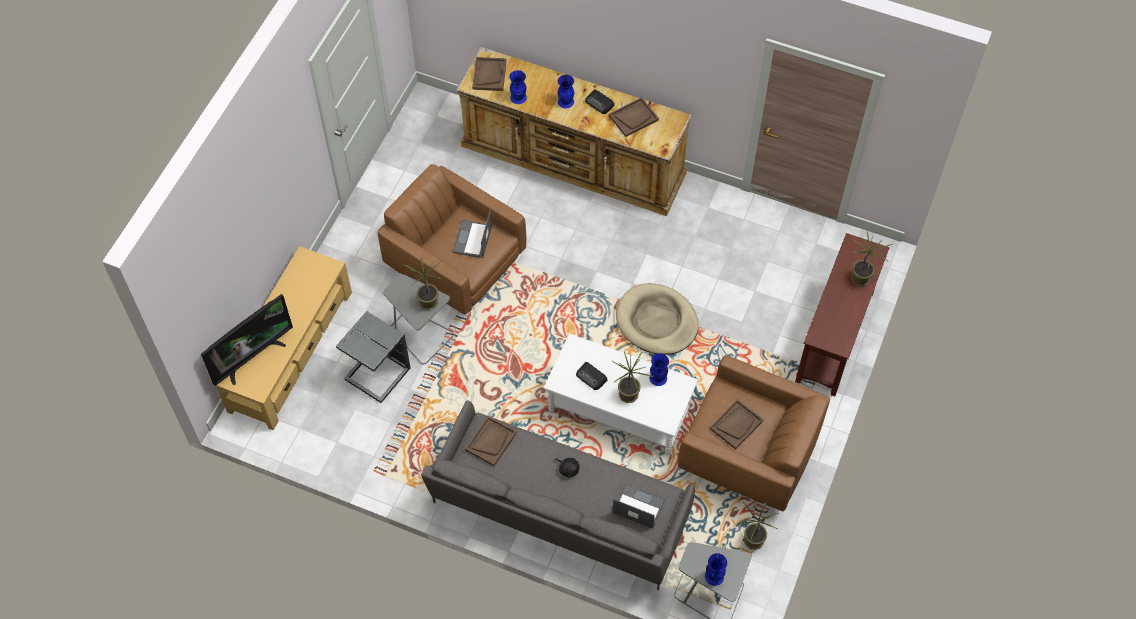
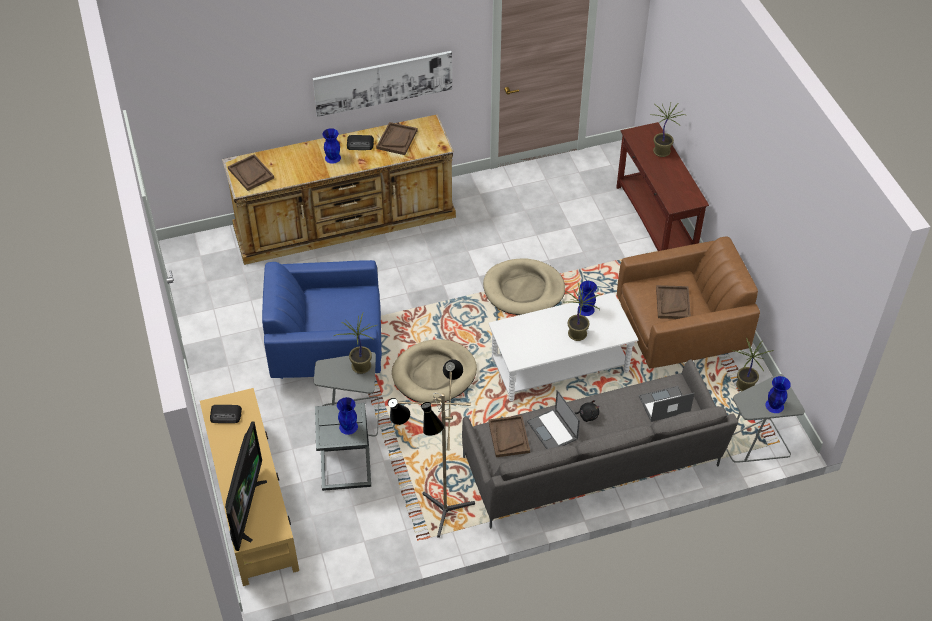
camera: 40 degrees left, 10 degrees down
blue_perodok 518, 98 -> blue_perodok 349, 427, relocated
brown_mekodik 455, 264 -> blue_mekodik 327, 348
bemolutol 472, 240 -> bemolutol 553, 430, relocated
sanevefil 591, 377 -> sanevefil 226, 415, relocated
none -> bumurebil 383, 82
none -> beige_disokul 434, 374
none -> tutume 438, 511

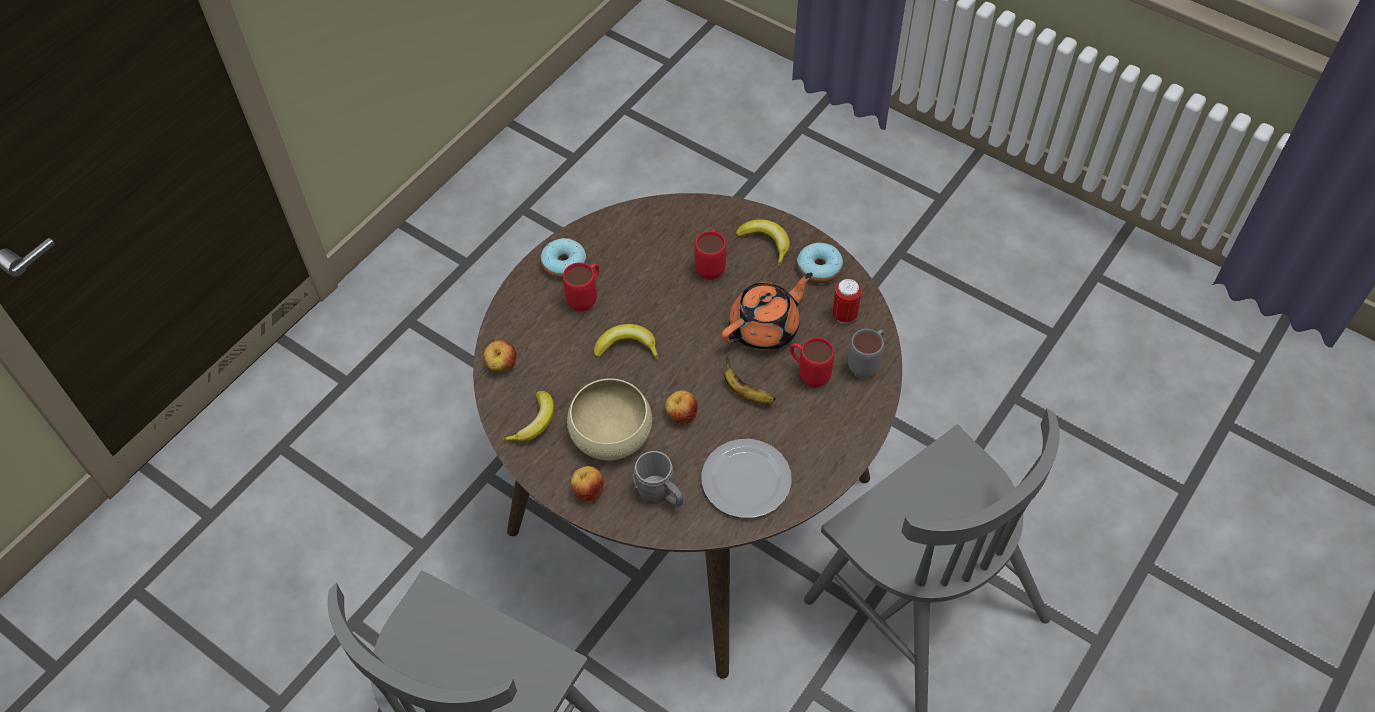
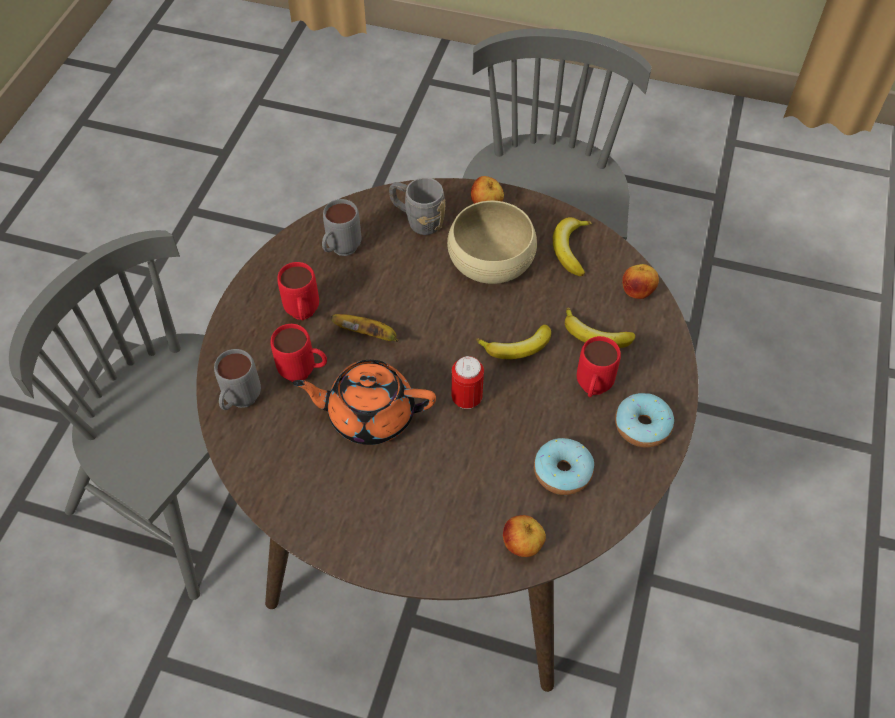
camera: 160 degrees right, 0 degrees up
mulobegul 766, 243 -> mulobegul 595, 336, relocated
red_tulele 711, 266 -> red_tulele 303, 316, relocated
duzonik 819, 268 -> duzonik 562, 472, relocated
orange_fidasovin 765, 327 -> orange_fidasovin 369, 414, 60 degrees clockwise
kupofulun 844, 315 -> kupofulun 467, 398, relocated
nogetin 681, 416 -> nogetin 522, 545, relocated
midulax 745, 482 -> grey_tulele 340, 251

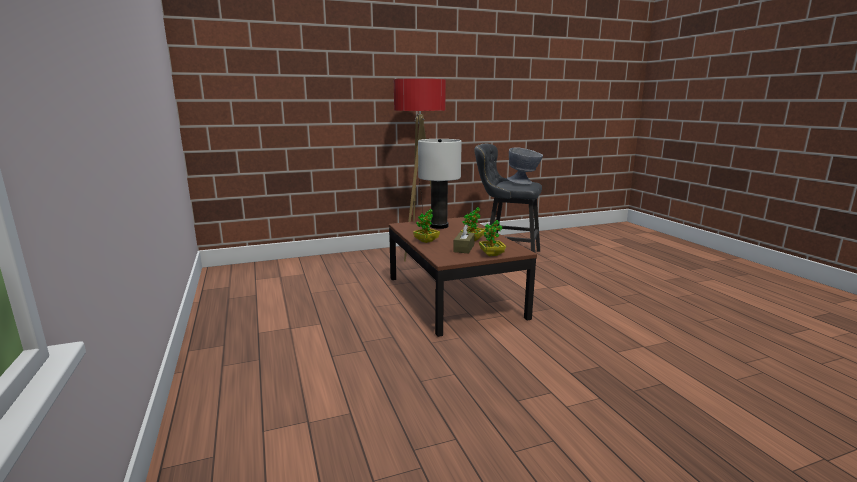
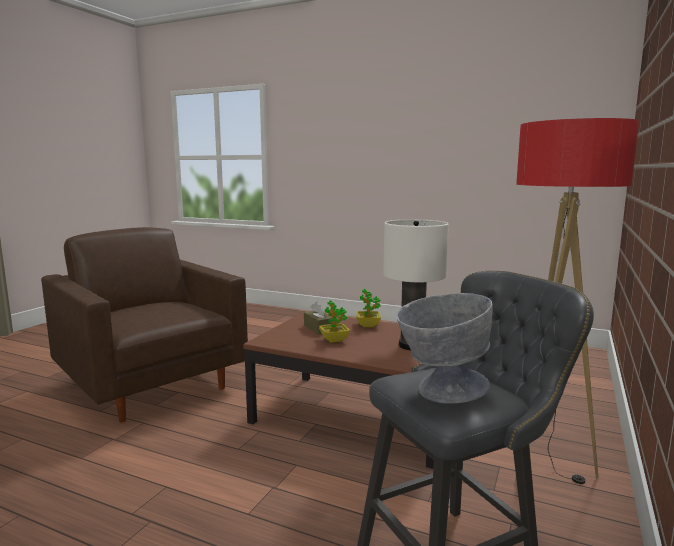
camera: 135 degrees right, 5 degrees down
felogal 491, 254 -> none
none -> brown_mekodik 152, 385

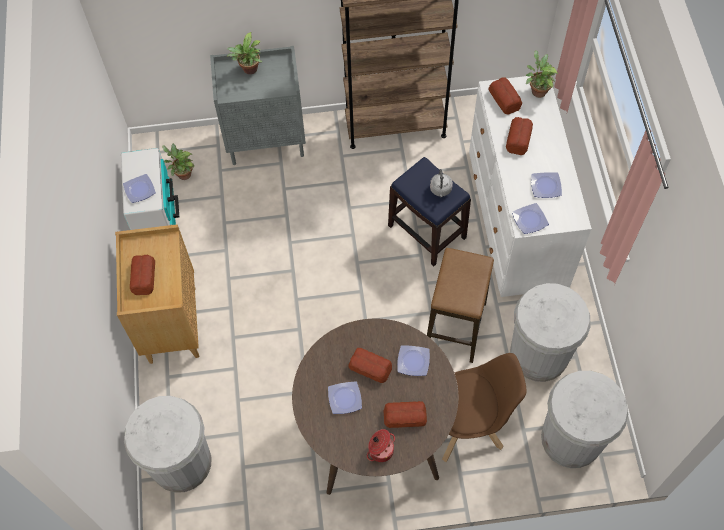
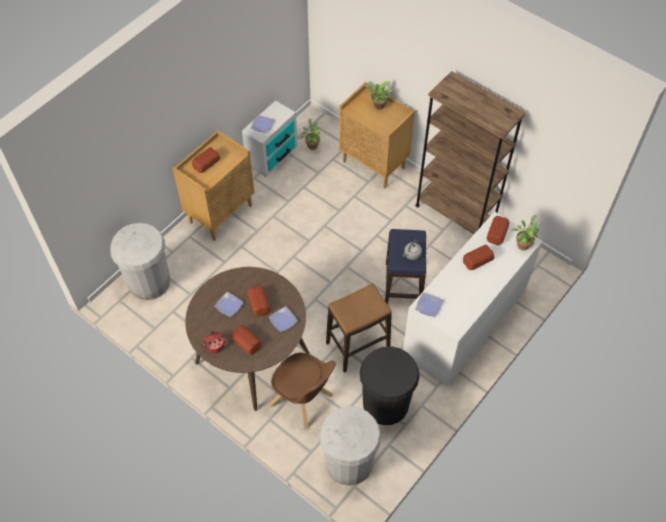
camera: 45 degrees right, 5 degrees down
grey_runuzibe 267, 142 -> brown_runuzibe 374, 165
midulax 546, 186 -> none
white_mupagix 539, 354 -> black_mupagix 385, 403

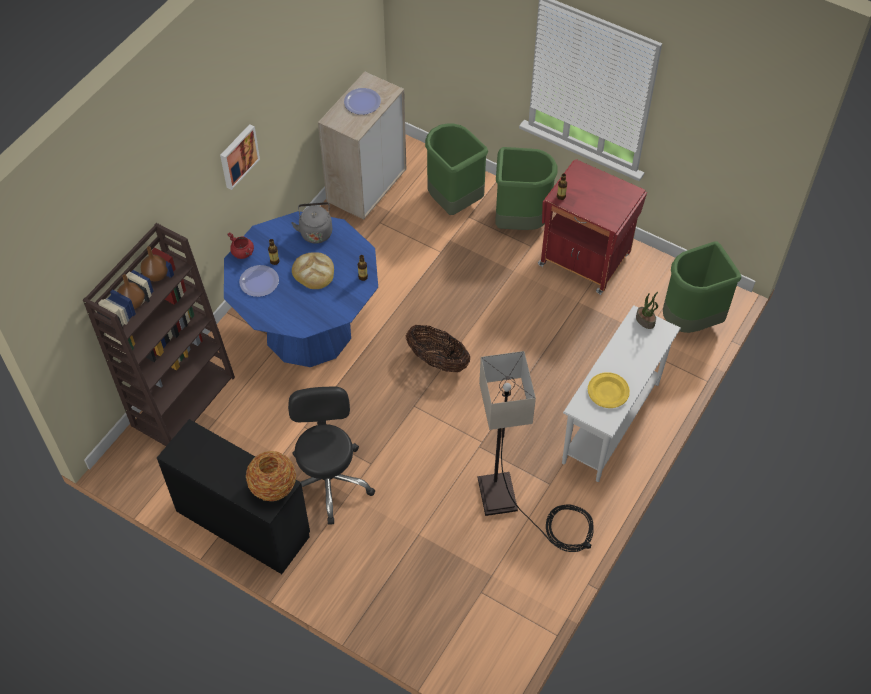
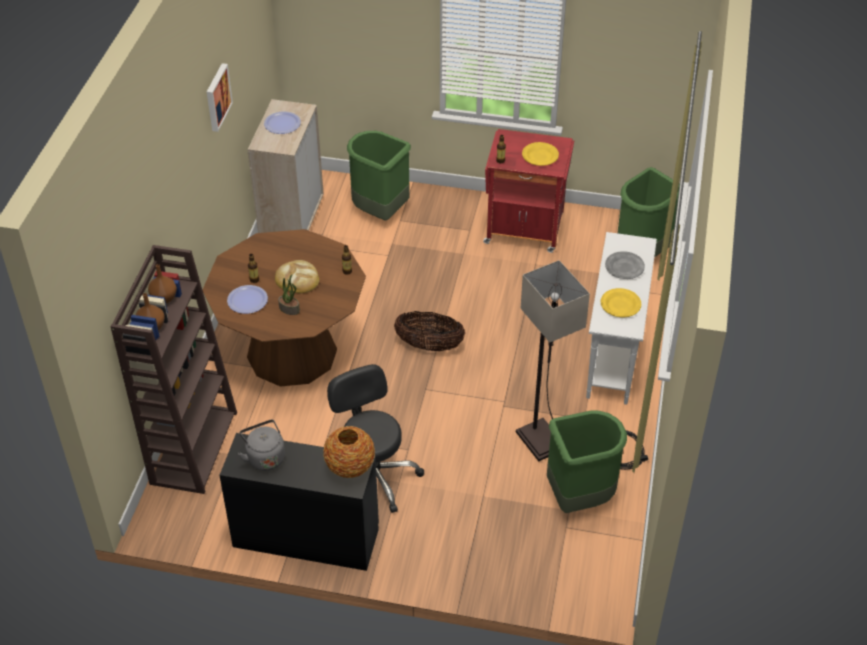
camera: 20 degrees left, 10 degrees down
bumurebil 238, 156 -> bumurebil 217, 97, relocated
green_mupagix 519, 221 -> green_mupagix 579, 497, relocated
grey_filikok 315, 231 -> grey_filikok 264, 457, relocated
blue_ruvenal 308, 330 -> brown_ruvenal 292, 353
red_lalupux 243, 252 -> none
felogal 645, 321 -> felogal 289, 309, relocated
none -> yellow_midulax 540, 156
none -> grey_midulax 624, 267

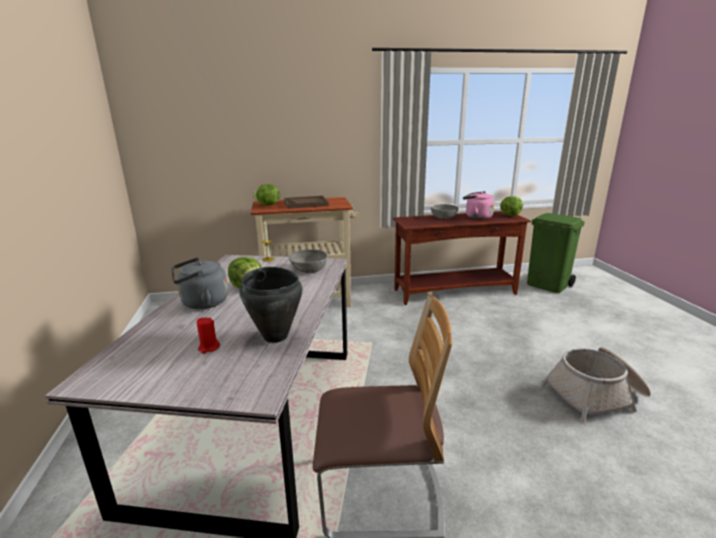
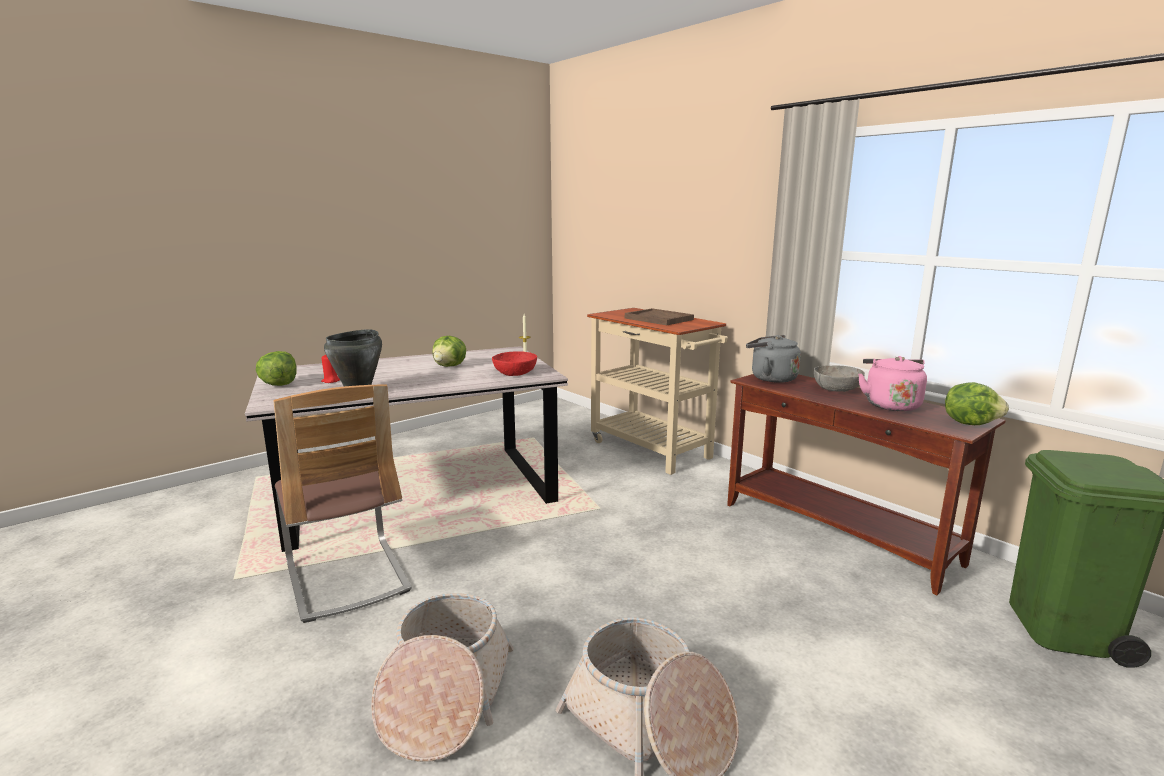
camera: 60 degrees right, 5 degrees down
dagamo 267, 205 -> dagamo 279, 384, relocated
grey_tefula 309, 270 -> red_tefula 514, 373
grey_filikok 202, 303 -> grey_filikok 770, 378, relocated
none -> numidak 445, 696

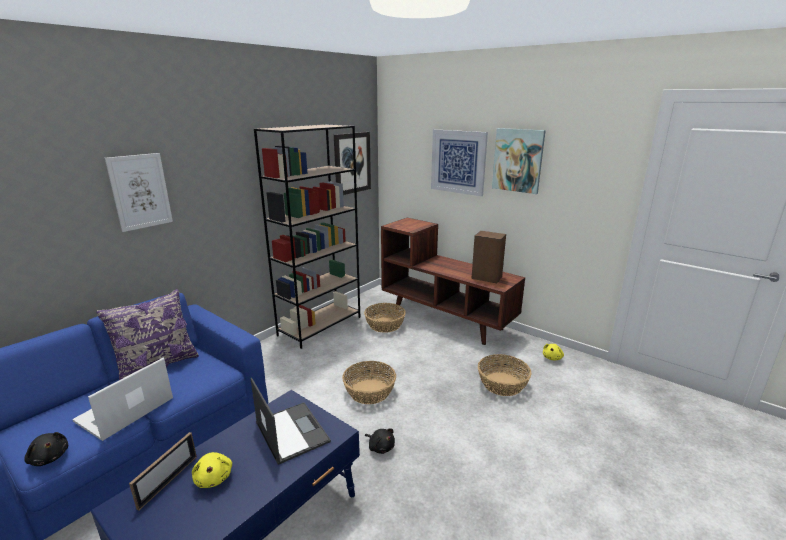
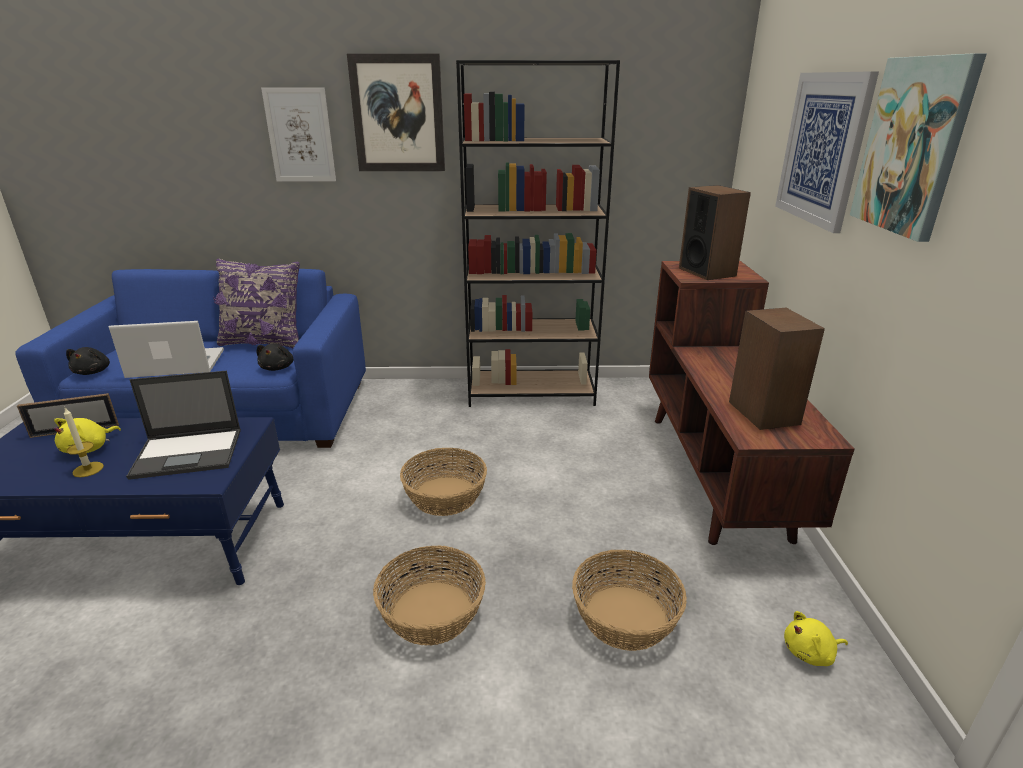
camera: 50 degrees right, 5 degrees up
bumurebil 352, 163 -> bumurebil 398, 114, relocated
numidak 385, 325 -> numidak 432, 612, relocated
bemolutol 291, 431 -> bemolutol 189, 453, 60 degrees clockwise
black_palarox 380, 447 -> black_palarox 278, 368, relocated
none -> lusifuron 707, 272
none -> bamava 88, 469

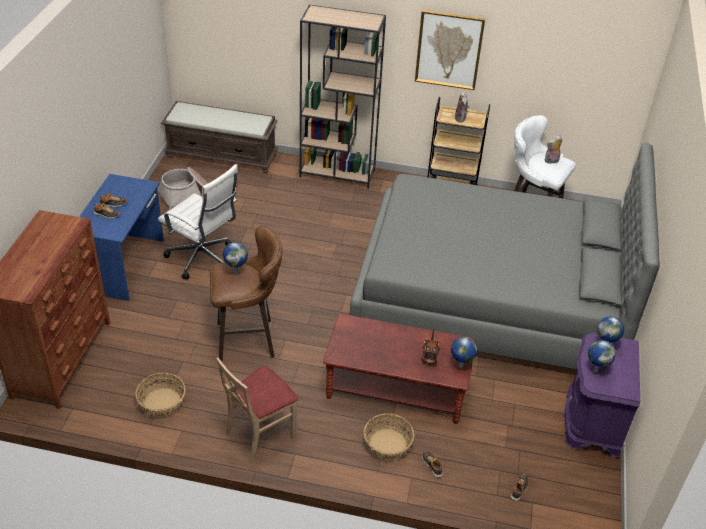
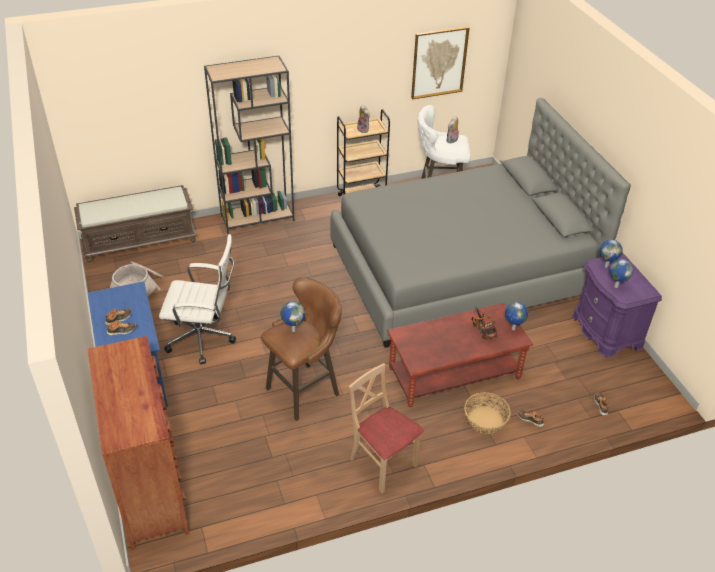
camera: 30 degrees left, 0 degrees up
bumurebil 449, 50 -> bumurebil 439, 62, relocated
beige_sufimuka 260, 434 -> beige_sufimuka 382, 463, 120 degrees clockwise
numidak 162, 402 -> none

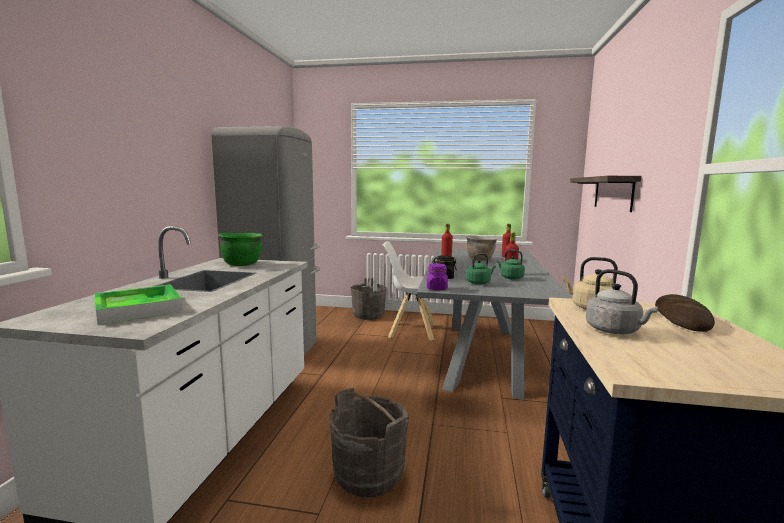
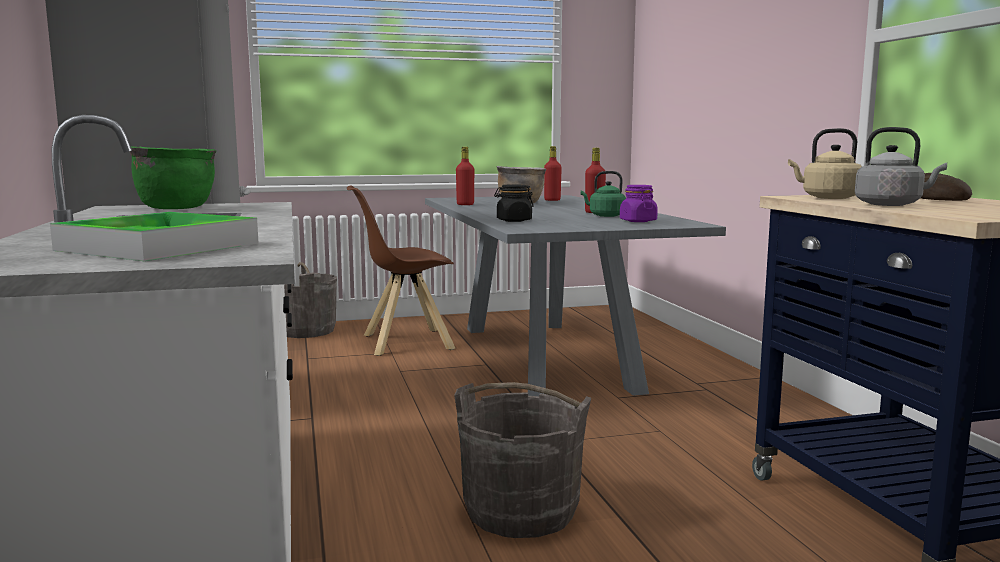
camera: 25 degrees left, 0 degrees up
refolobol 613, 193 -> none
white_sufimuka 410, 331 -> brown_sufimuka 404, 342
green_filikok 479, 282 -> none
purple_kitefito 436, 288 -> purple_kitefito 637, 221, relocated

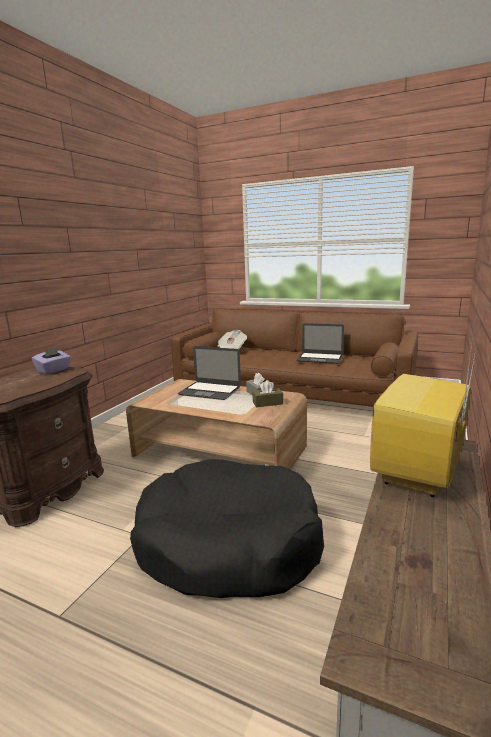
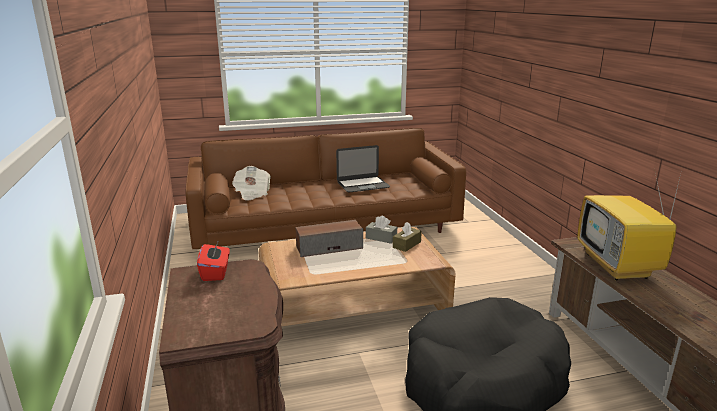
camera: 40 degrees left, 5 degrees up
bemolutol 210, 391 -> lusifuron 329, 247
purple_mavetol 54, 370 -> red_mavetol 215, 272

